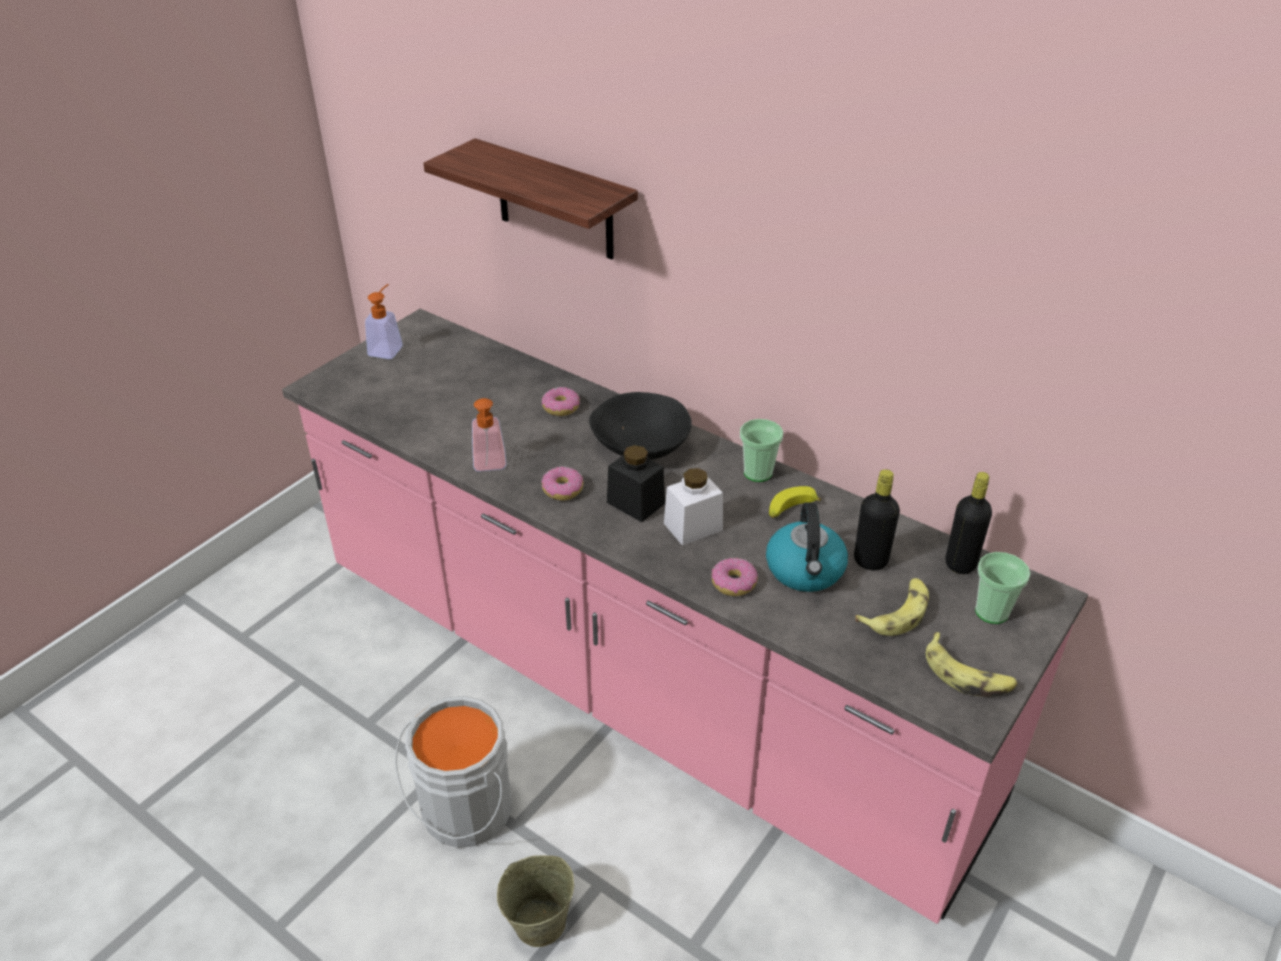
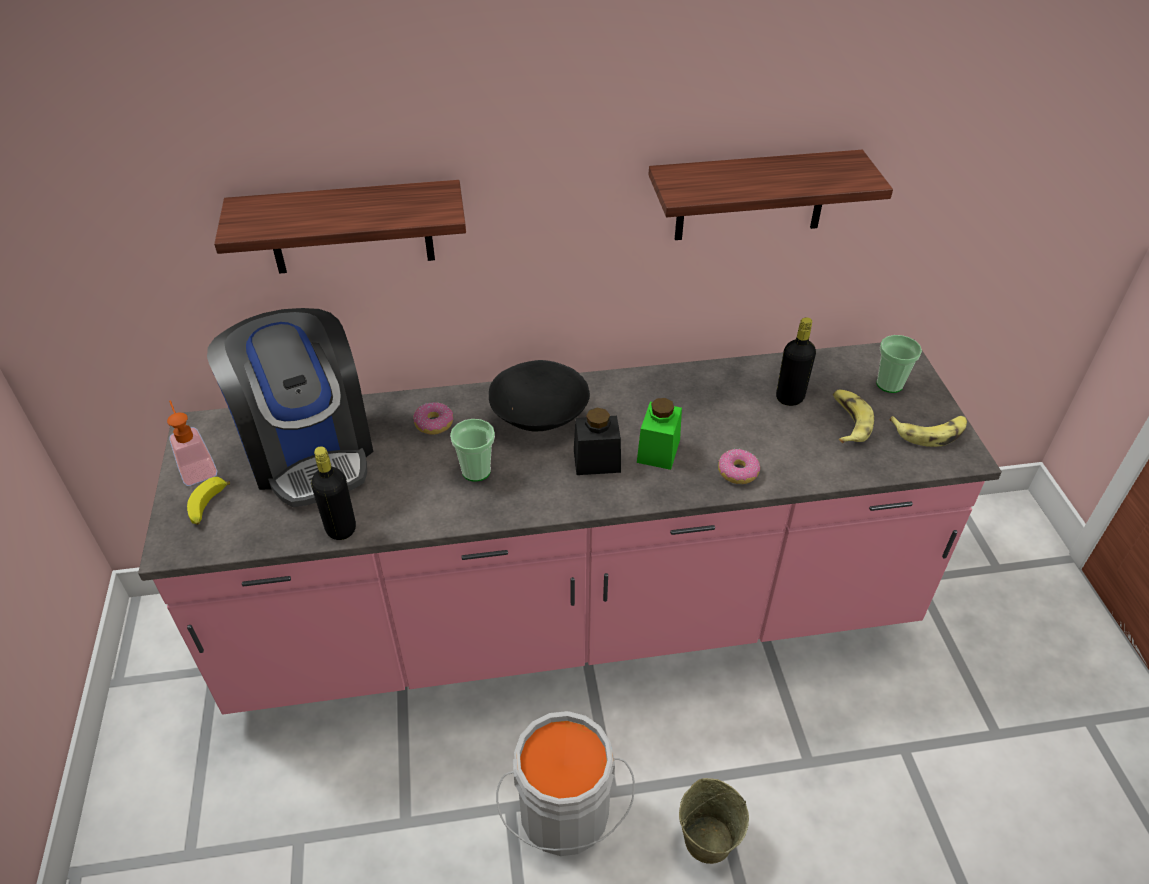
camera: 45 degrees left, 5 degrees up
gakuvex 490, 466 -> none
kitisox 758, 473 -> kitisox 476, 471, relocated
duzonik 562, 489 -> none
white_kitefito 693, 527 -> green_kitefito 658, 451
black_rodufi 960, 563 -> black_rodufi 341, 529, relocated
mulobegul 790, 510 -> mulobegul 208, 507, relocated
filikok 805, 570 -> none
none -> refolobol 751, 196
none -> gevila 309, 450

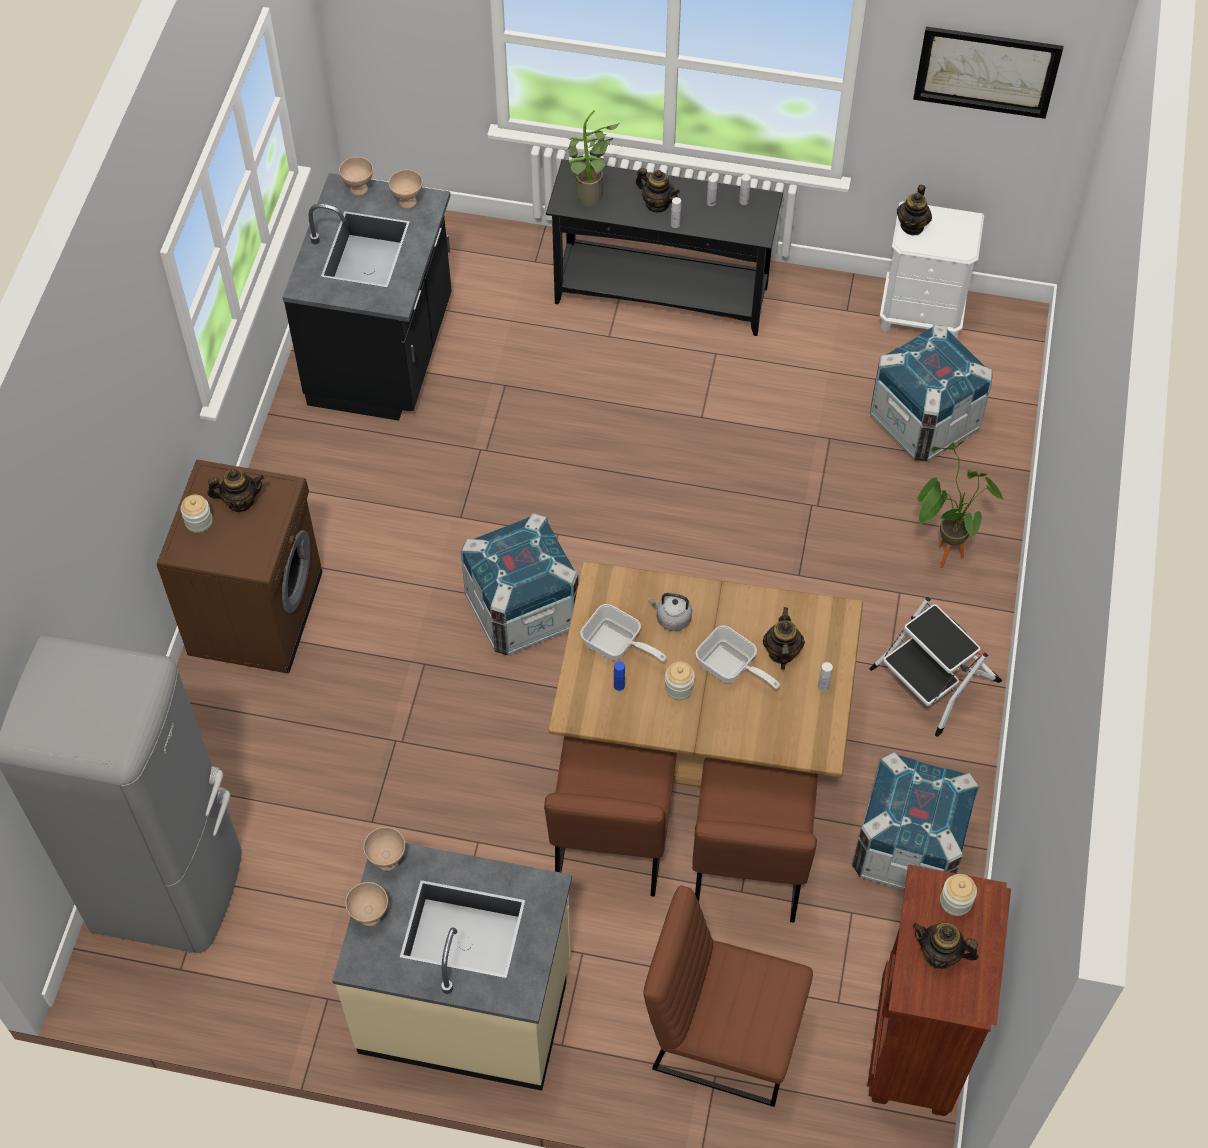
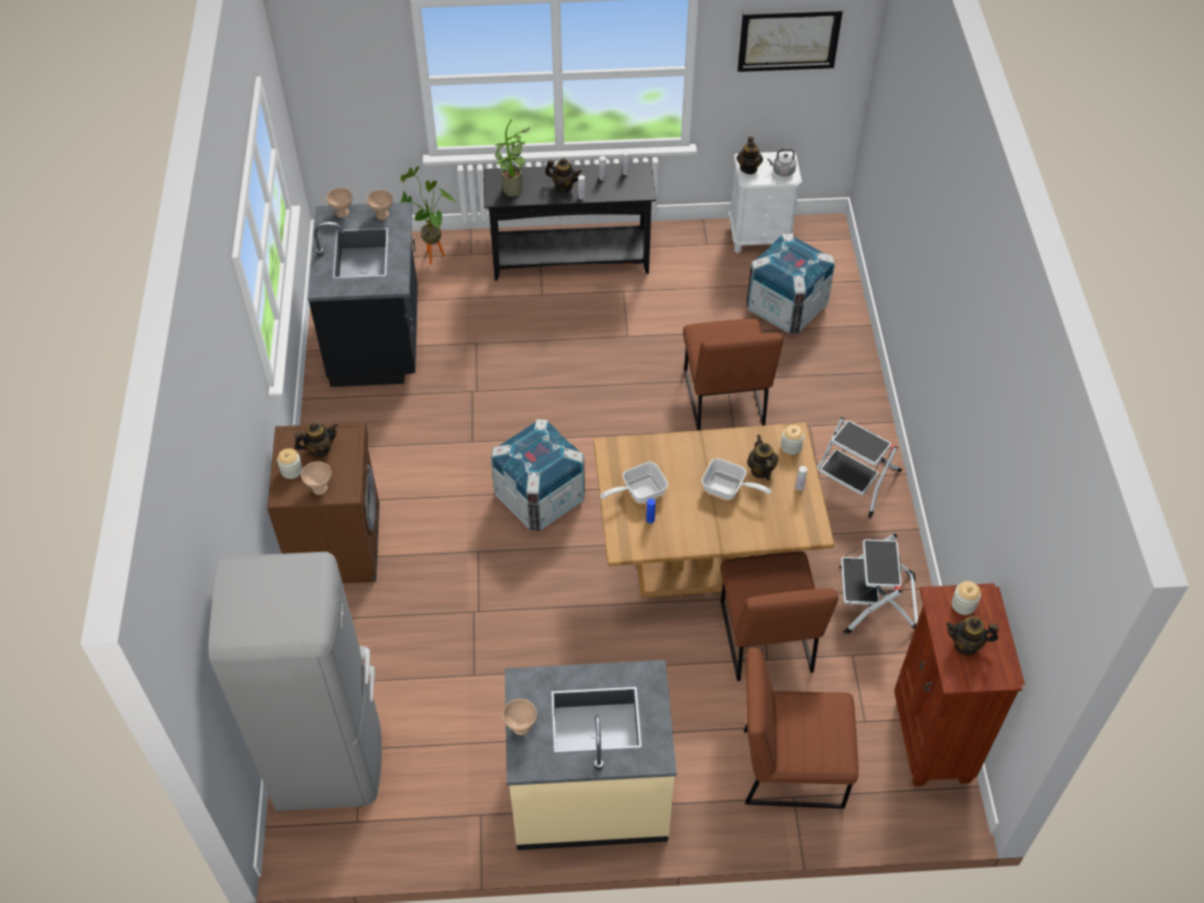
camera: 15 degrees left, 5 degrees down
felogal 940, 555 -> felogal 429, 257, relocated
grey_filikok 671, 618 -> grey_filikok 782, 171, relocated
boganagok 616, 645 -> boganagok 638, 492, 135 degrees clockwise
kitefito 679, 688 -> kitefito 791, 446, relocated
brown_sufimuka 610, 840 -> brown_sufimuka 723, 400, relocated
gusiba 908, 849 -> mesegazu 877, 600
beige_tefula 388, 860 -> beige_tefula 320, 488, relocated

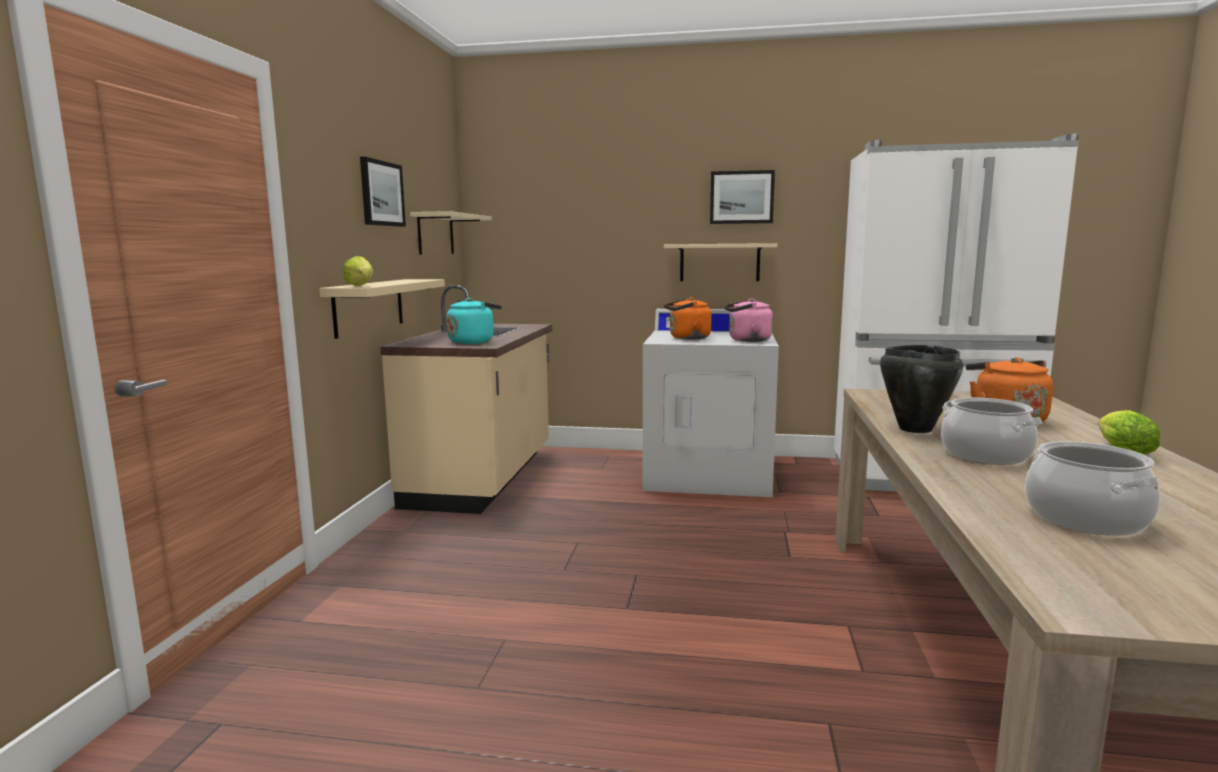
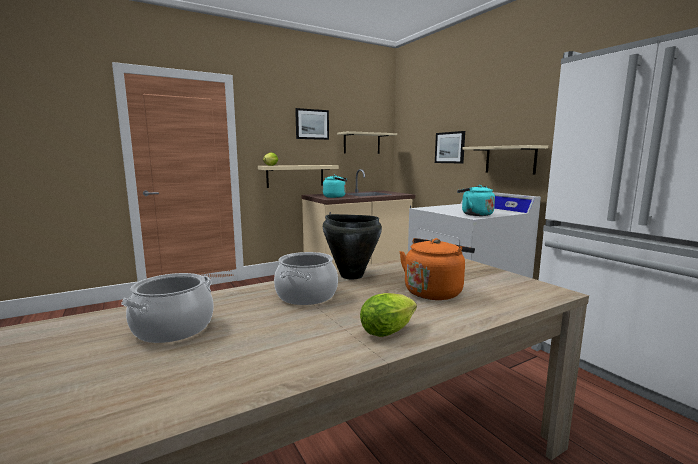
camera: 50 degrees right, 0 degrees up
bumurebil 741, 197 -> bumurebil 450, 147, relocated
orange_filikok 687, 338 -> none
pink_filikok 747, 340 -> turquoise_filikok 475, 214

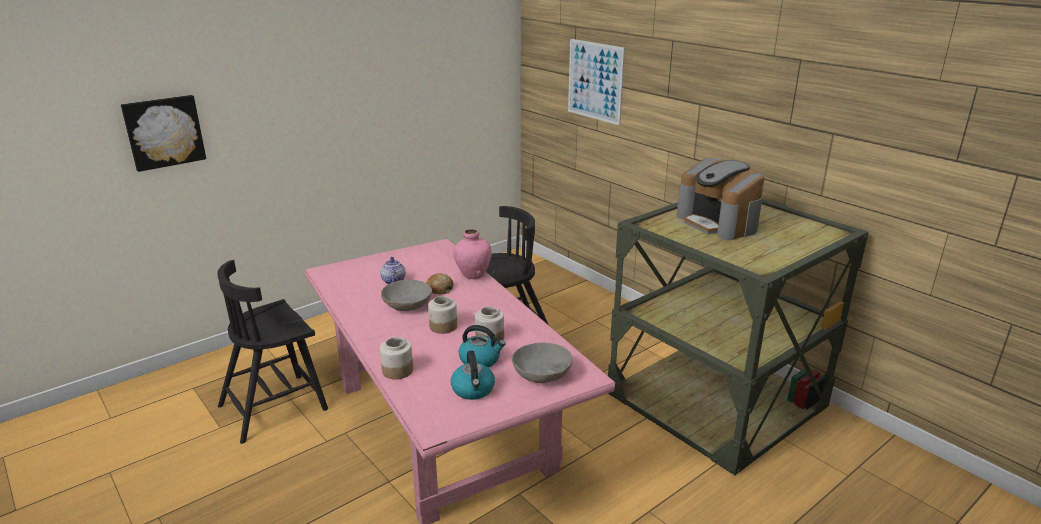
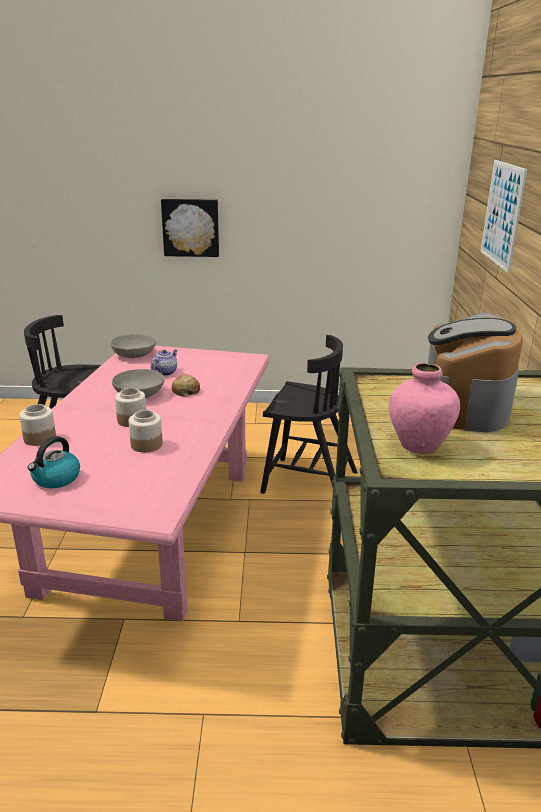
camera: 40 degrees right, 0 degrees up
bumurebil 164, 132 -> bumurebil 191, 227, relocated
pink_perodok 473, 275 -> pink_perodok 419, 445, relocated
filikok 480, 360 -> none
grey_tefula 542, 374 -> grey_tefula 134, 355, relocated

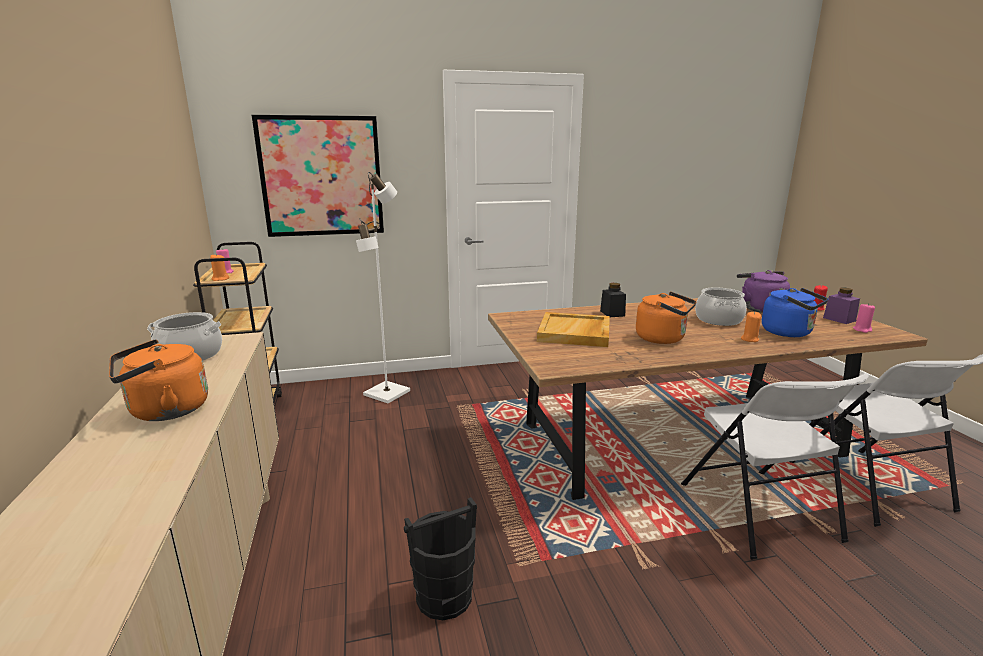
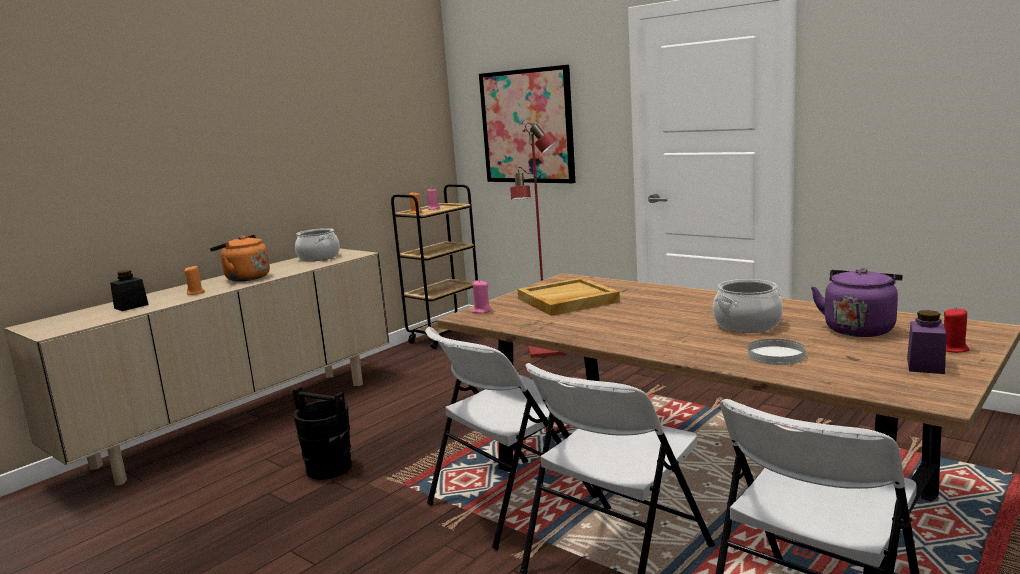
camera: 55 degrees right, 5 degrees down
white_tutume 386, 393 -> red_tutume 546, 350
black_kitefito 612, 313 -> black_kitefito 131, 306, relocated
blue_filikok 789, 333 -> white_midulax 775, 355
orange_filikok 663, 339 -> none
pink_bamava 862, 330 -> pink_bamava 481, 311, relocated
orange_bamava 749, 339 -> orange_bamava 196, 293, relocated
none -> white_sufimuka 511, 501

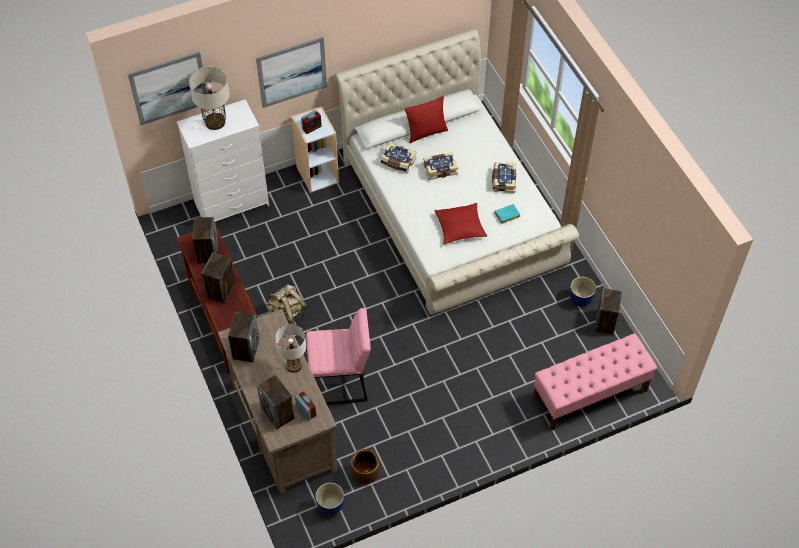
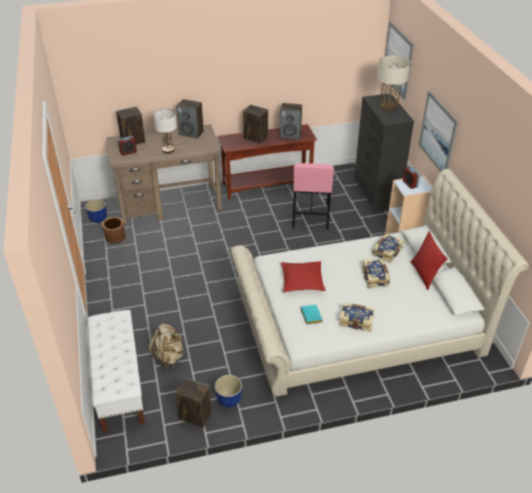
camera: 100 degrees right, 15 degrees down
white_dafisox 232, 203 -> black_dafisox 376, 195
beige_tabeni 287, 313 -> beige_tabeni 168, 357, relocated
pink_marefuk 341, 383 -> pink_marefuk 310, 217, relocated
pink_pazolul 589, 395 -> white_pazolul 119, 384

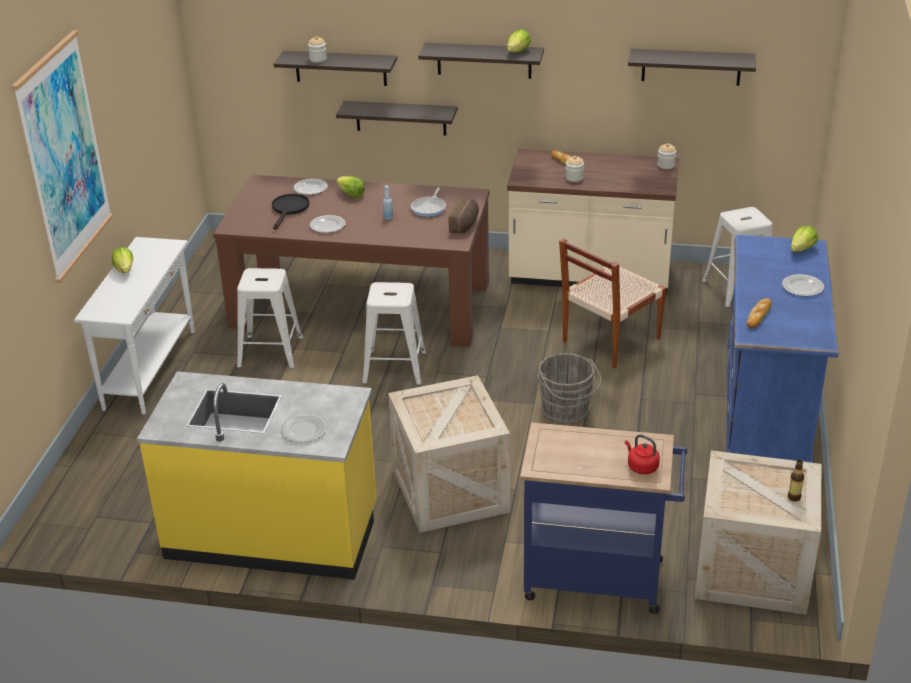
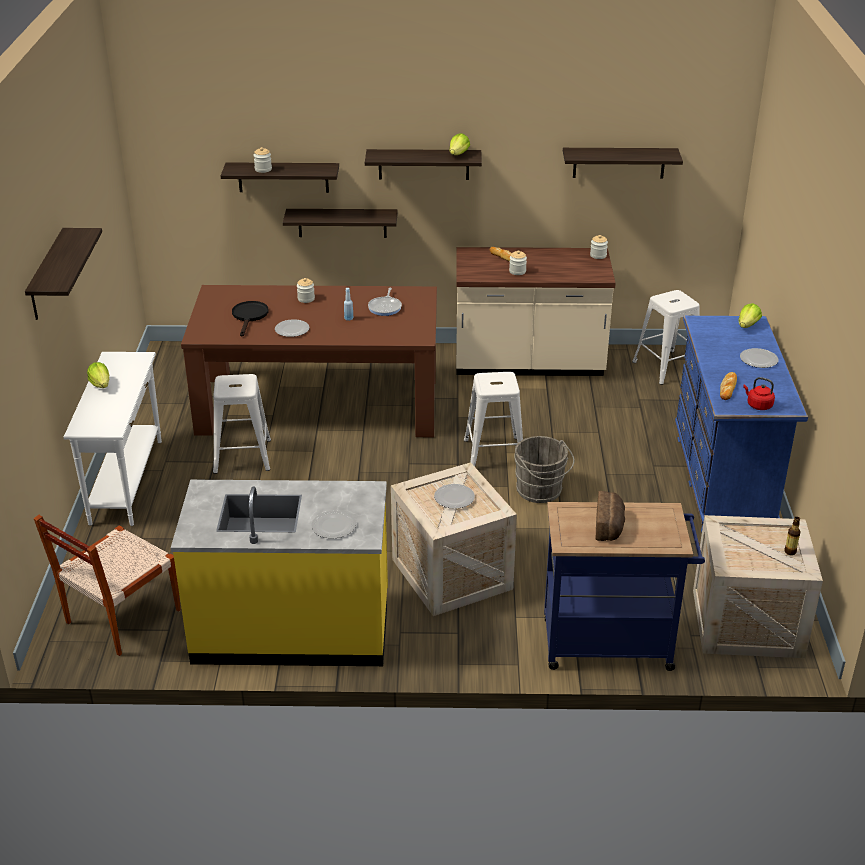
camera: 10 degrees left, 0 degrees up
bumurebil 64, 156 -> refolobol 47, 275
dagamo 351, 195 -> kitefito 306, 299
midulax 310, 188 -> midulax 454, 498, relocated
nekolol 465, 225 -> nekolol 609, 526, relocated
sufimuka 609, 342 -> sufimuka 121, 618, relocated
white_marefuk 394, 368 -> white_marefuk 494, 453, relocated
red_filikok 641, 467 -> red_filikok 758, 405, relocated

